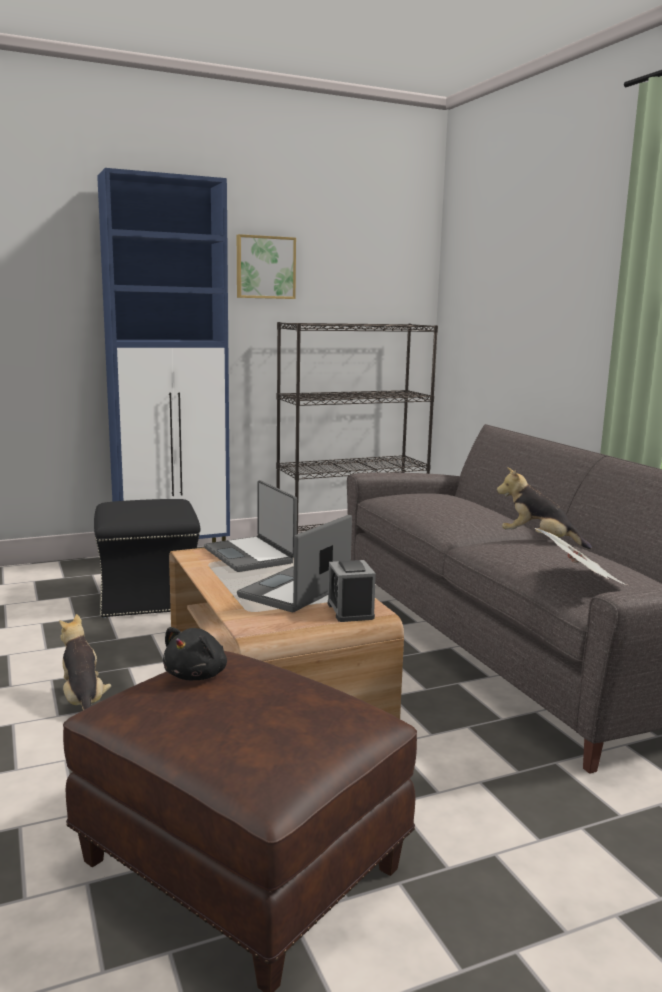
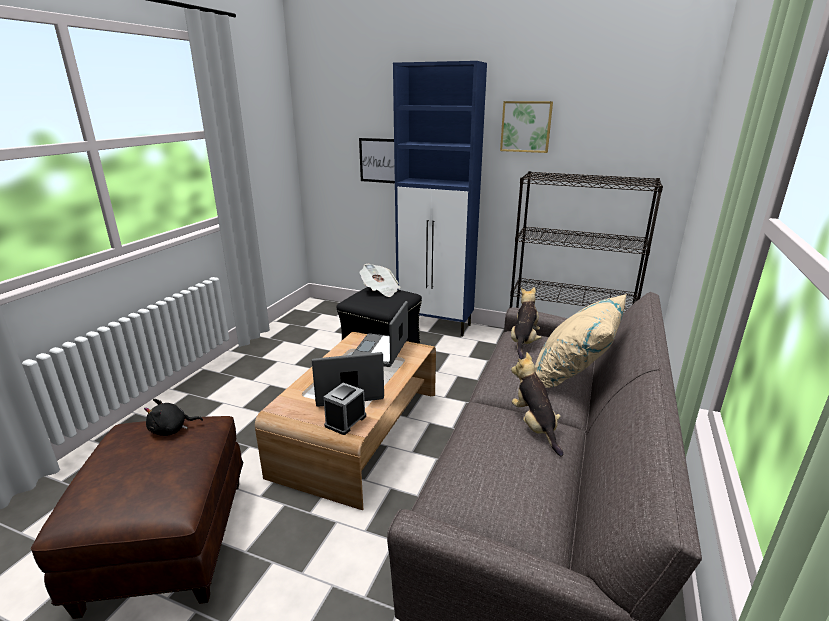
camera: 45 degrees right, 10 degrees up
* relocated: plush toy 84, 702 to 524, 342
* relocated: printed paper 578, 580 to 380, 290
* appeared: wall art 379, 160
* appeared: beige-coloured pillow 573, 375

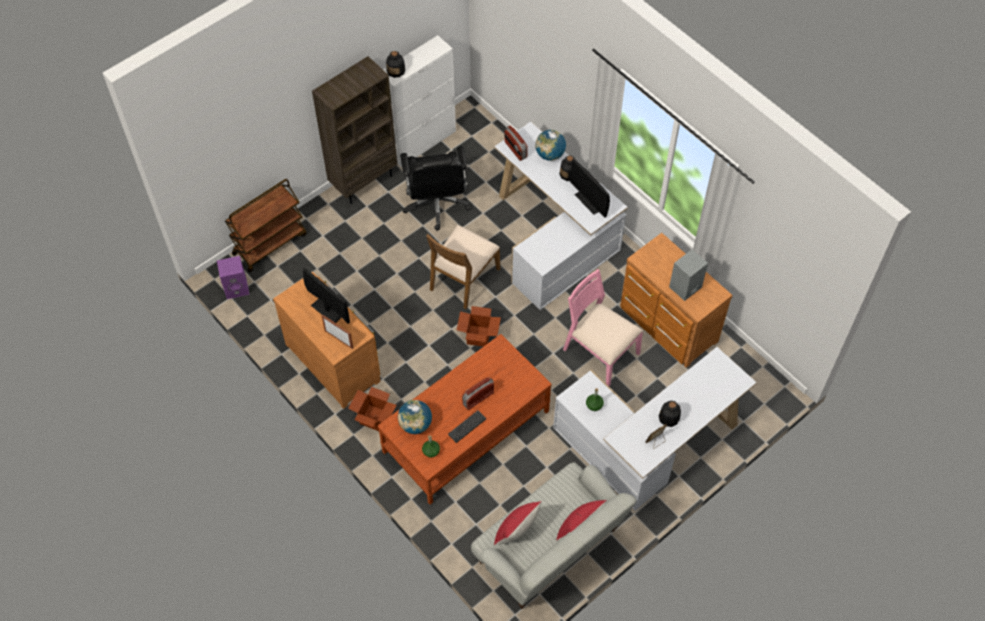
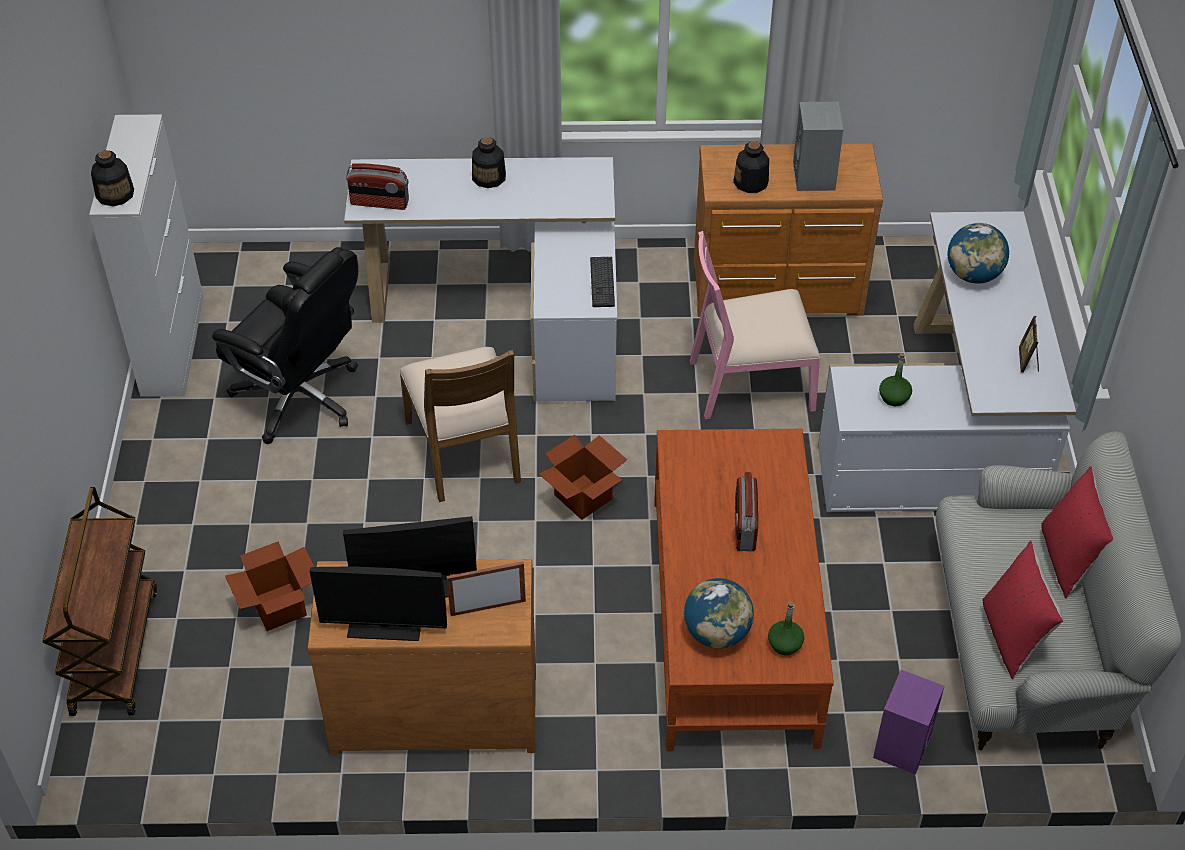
camera: 50 degrees left, 10 degrees down
* relocated: purple-coloured audio speaker 237, 288 to 901, 744
* missing: brown bookcase 364, 181
* relocated: carton 374, 418 to 278, 607
* relocated: computer keyboard 467, 426 to 602, 282
* relocated: globe 550, 154 to 973, 275
* relocated: computer display 589, 201 to 385, 626
* relocated: beverage bottle 669, 418 to 751, 182

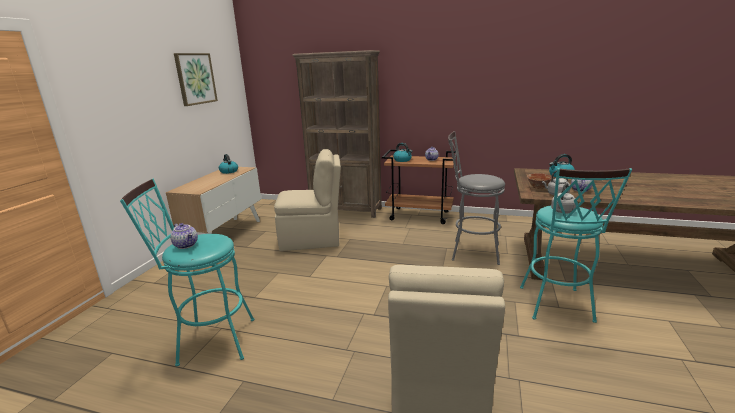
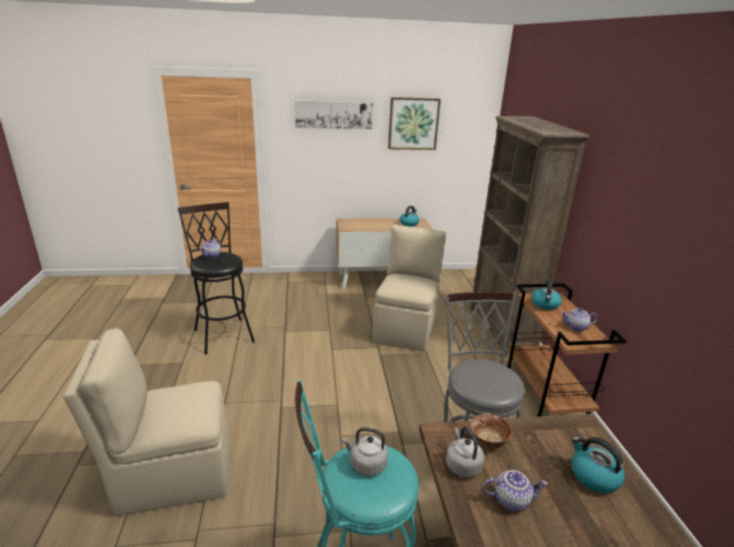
camera: 65 degrees right, 5 degrees up
* colour: turquoise stool seat 210, 341 to black stool seat 223, 333
* spun: beige-coloured upright chair 312, 239 = 406, 328 135 degrees counterclockwise
* appeared: wall art 334, 114

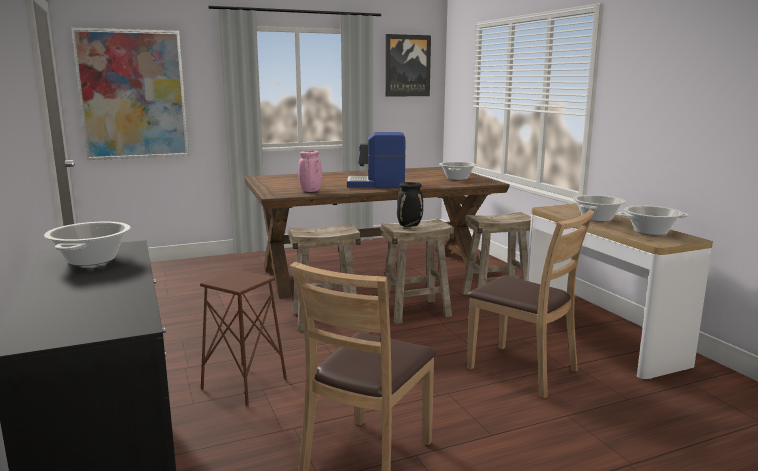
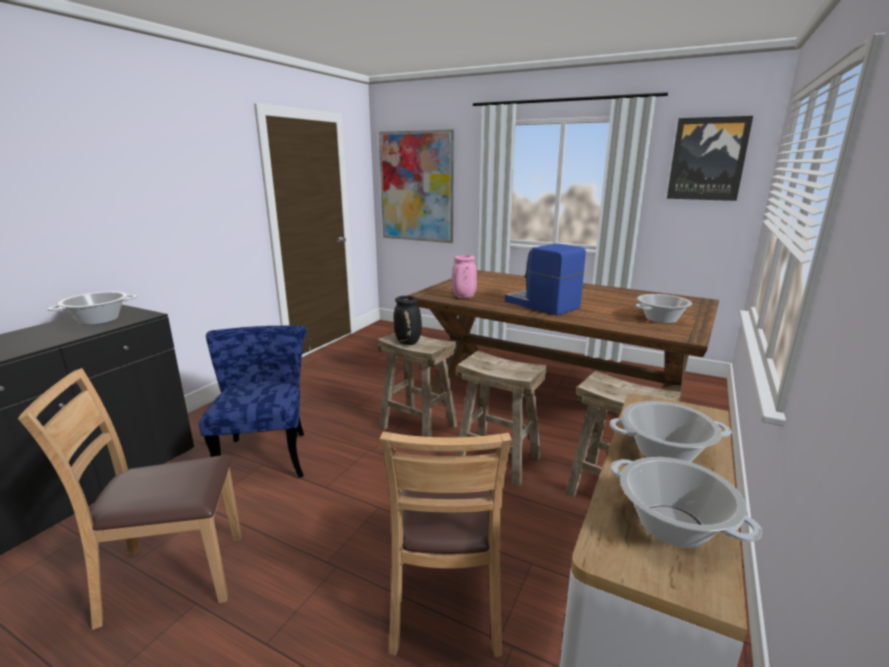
camera: 50 degrees right, 5 degrees up
* exchanged: brown stool seat 244, 384 to blue-coloured upright chair 266, 452
* relocated: black flower vase 410, 225 to 408, 342

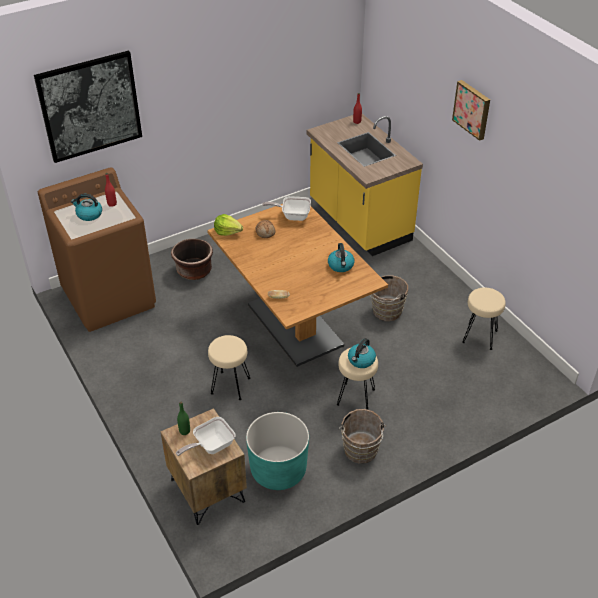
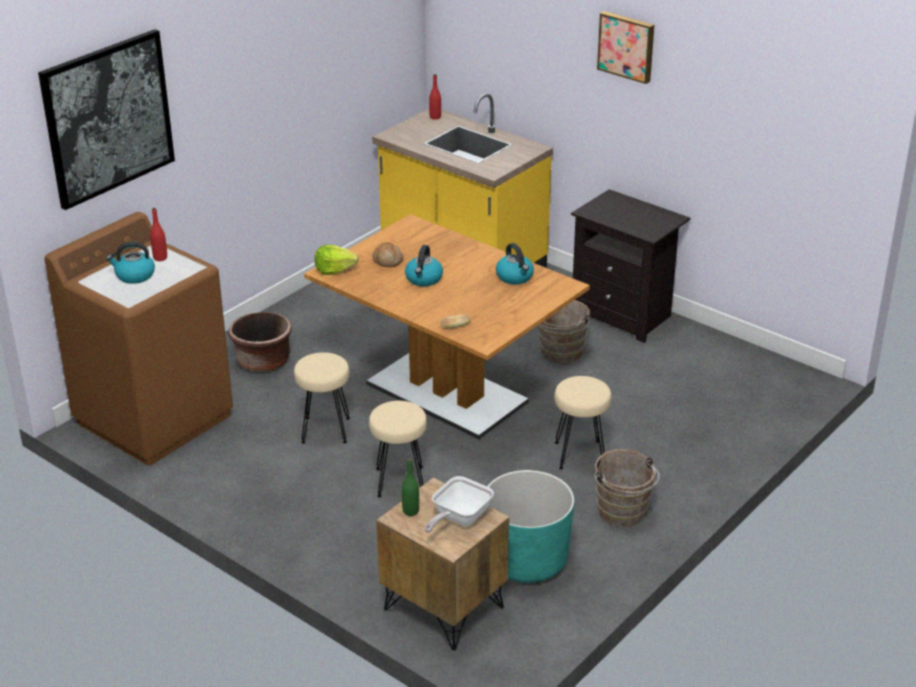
camera: 20 degrees left, 10 degrees down
* missing: frying pan 292, 216
* relocated: tea kettle 361, 360 to 424, 279
* relocated: beige-coloured stool seat 479, 336 to 325, 430
* appeared: black night table 624, 315

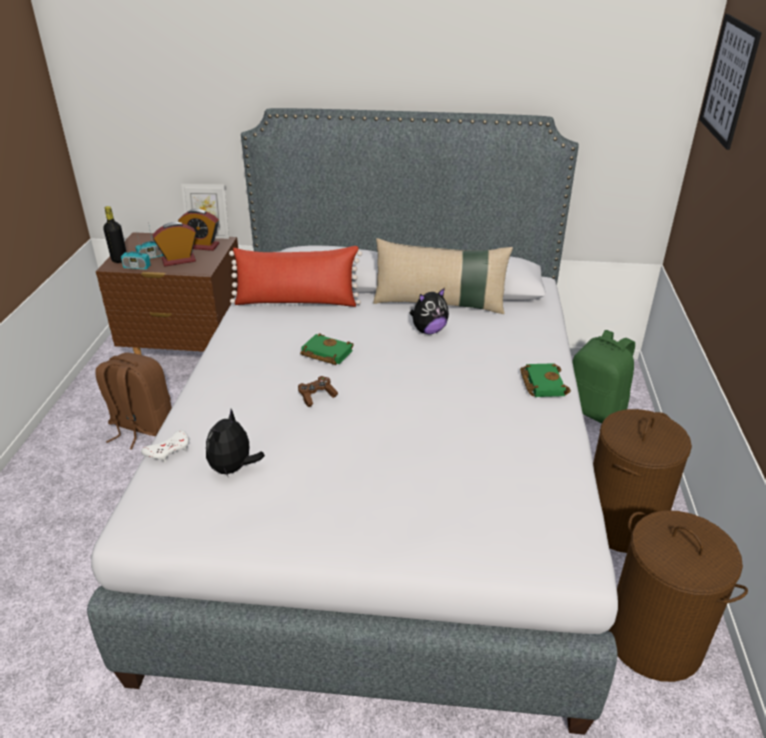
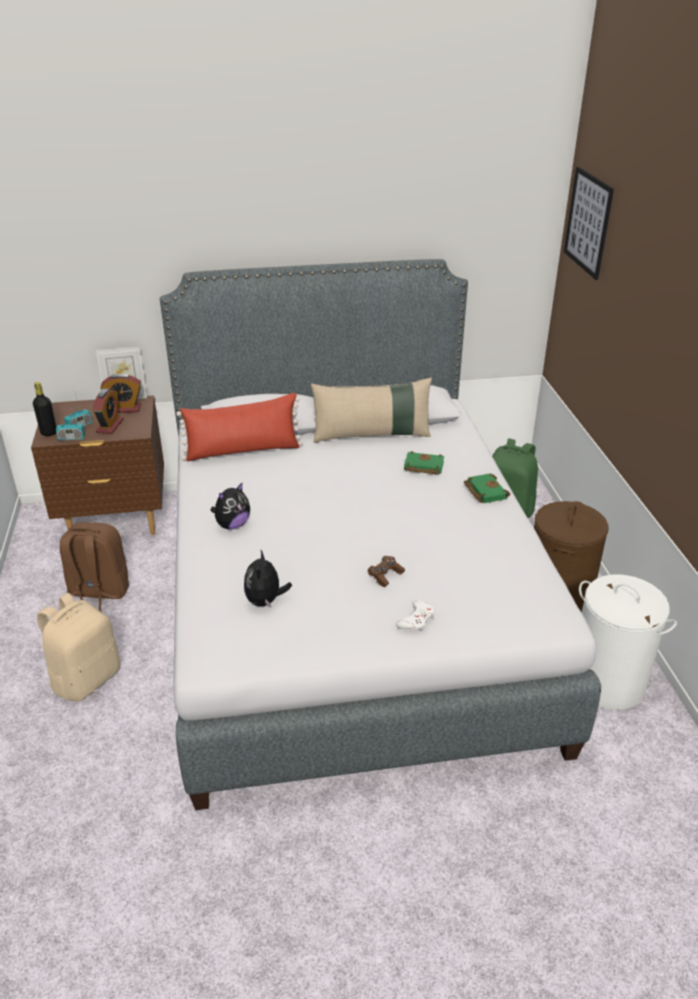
camera: 15 degrees left, 0 degrees up
* relocated: white-coloured joypad 168, 450 to 416, 619
* spun: bedside clock 179, 260 = 110, 426 135 degrees clockwise
* relocated: brown joypad 317, 396 to 385, 576
* relocated: greenish volume 325, 353 to 422, 467
* relocated: plush toy 428, 331 to 232, 525
* colour: brown hamper 654, 641 to white-coloured hamper 607, 682
* appeared: beige-coloured rucksack 86, 678

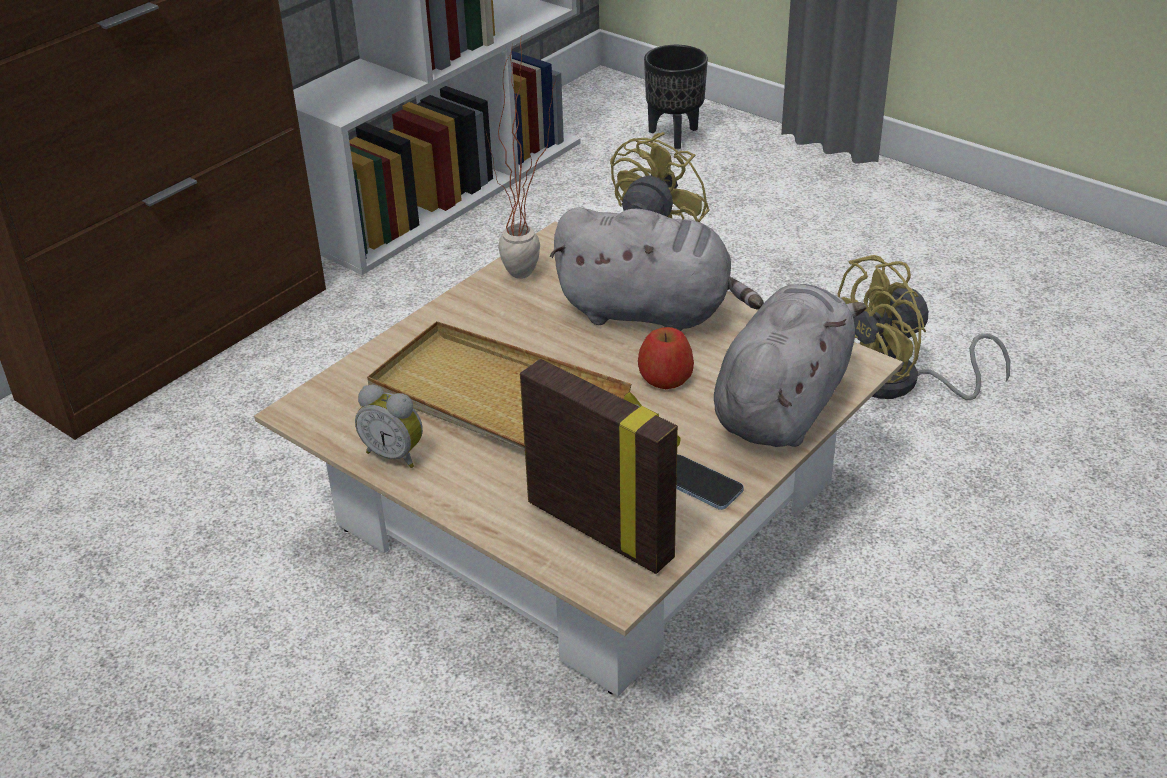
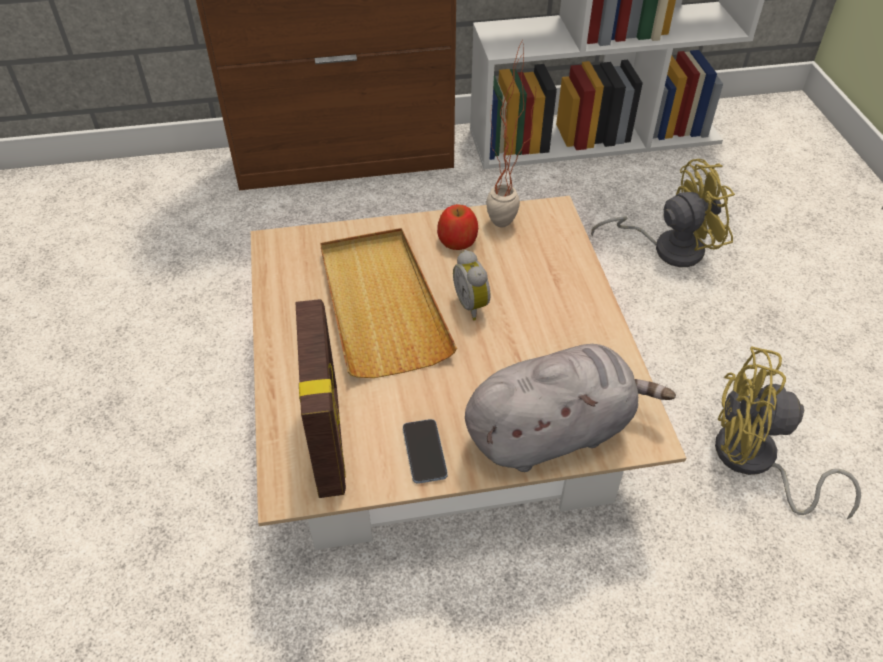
camera: 40 degrees right, 10 degrees up
* relocated: bedside clock 395, 454 to 473, 305
* missing: gray plush toy 651, 312
* relocated: apple 666, 377 to 457, 240
* missing: black plant pot 675, 135

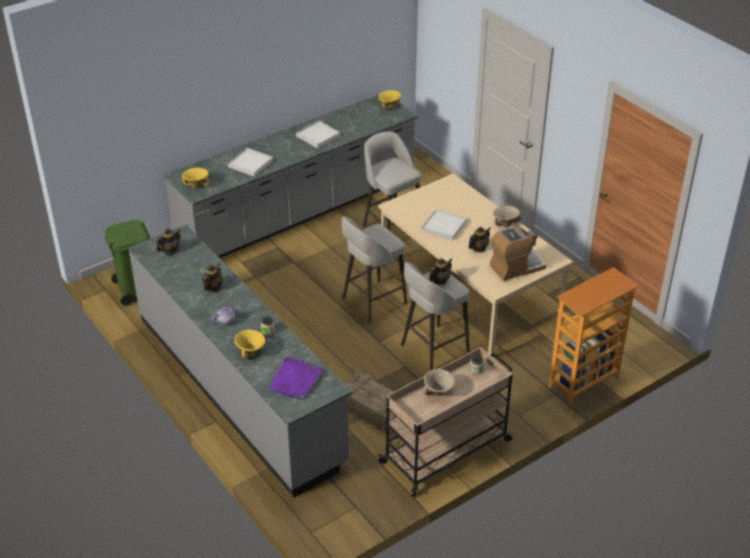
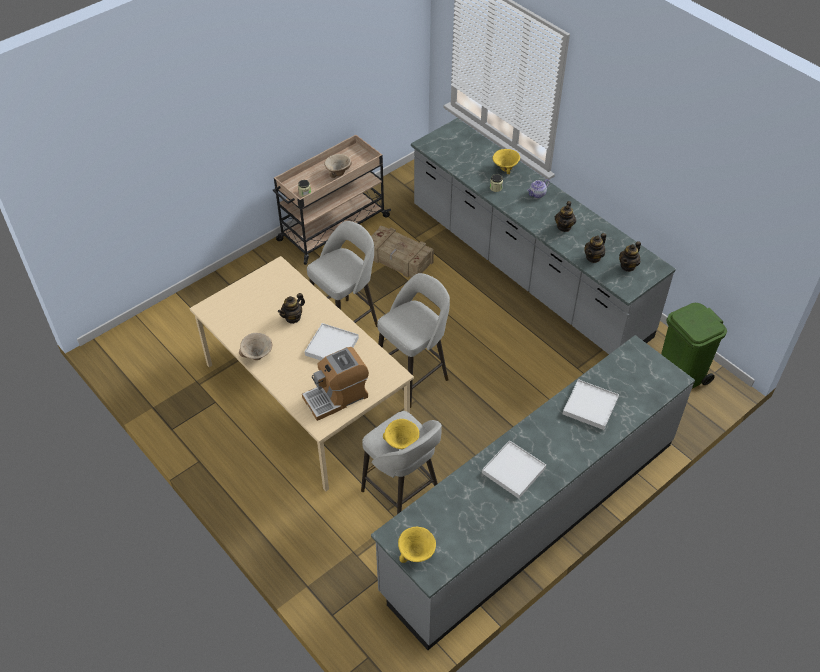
camera: 175 degrees right, 10 degrees up
* relocated: yellow bowl 196, 185 to 401, 444
* missing: purple-coloured serving tray 295, 380
* relocated: pot for tea 440, 280 to 593, 257
* relocated: coffee machine 516, 267 to 336, 397
* missing: bookcase 583, 383

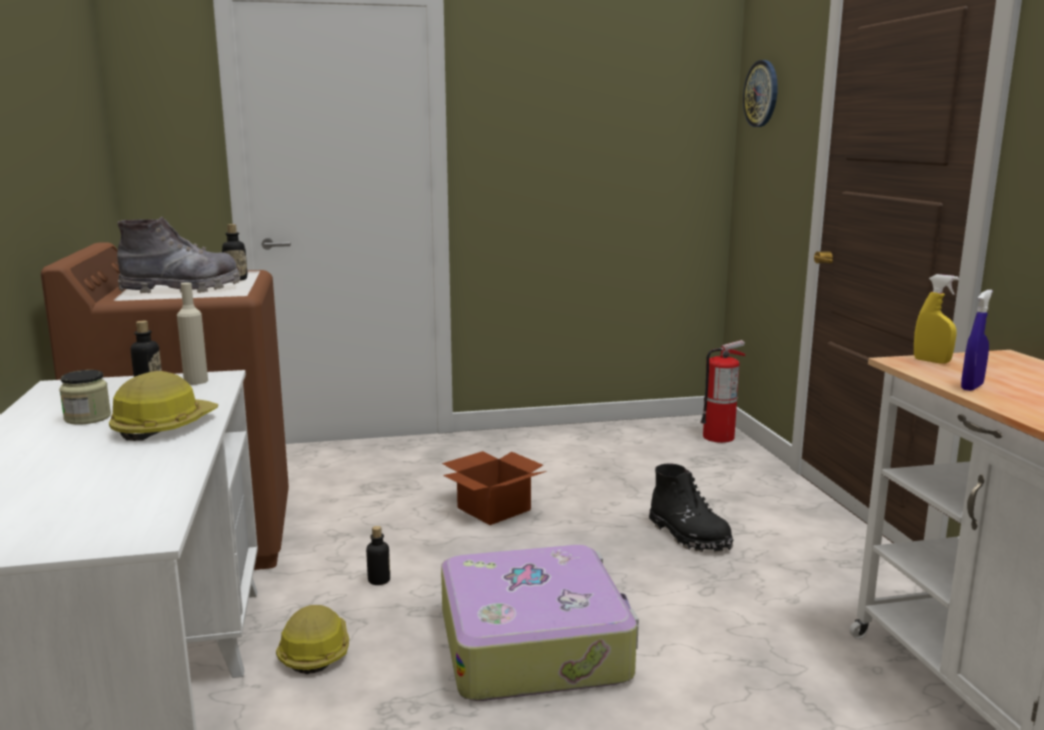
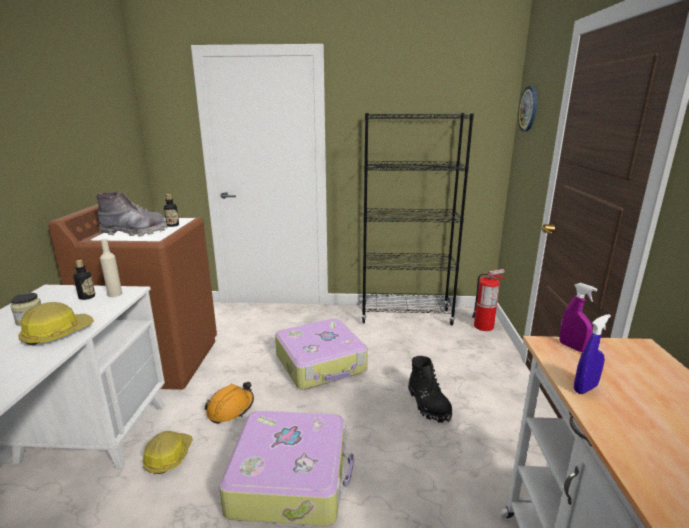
camera: 15 degrees right, 5 degrees up
* exchanged: beverage bottle 379, 580 to orange-coloured hard hat 230, 408
* exchanged: carton 493, 508 to travel case 321, 363
* colour: yellow sprayer 931, 361 to purple-coloured sprayer 572, 347
* appeared: black bookcase 406, 316

